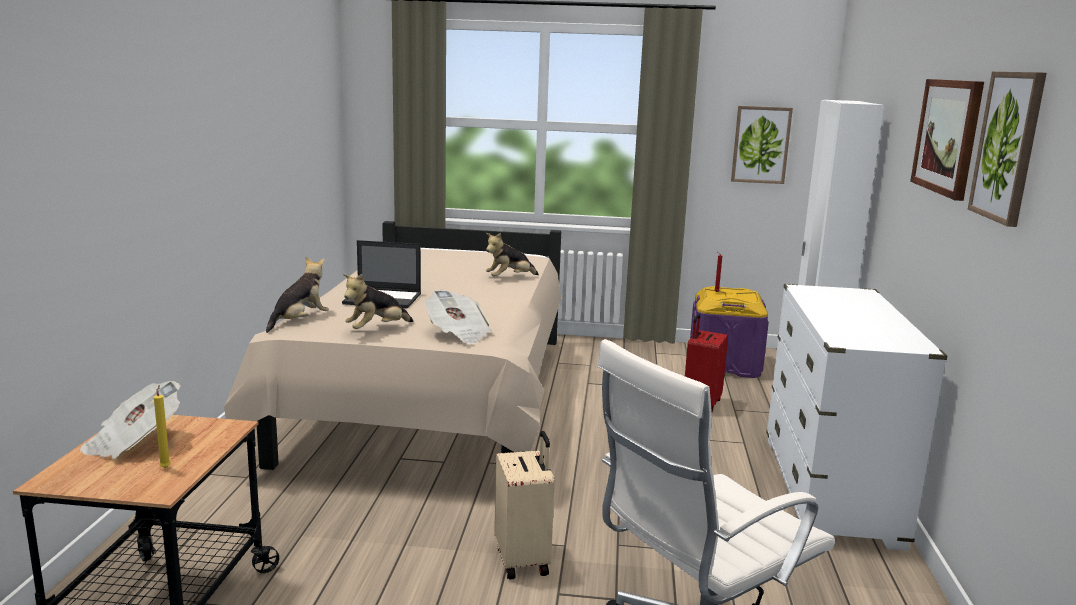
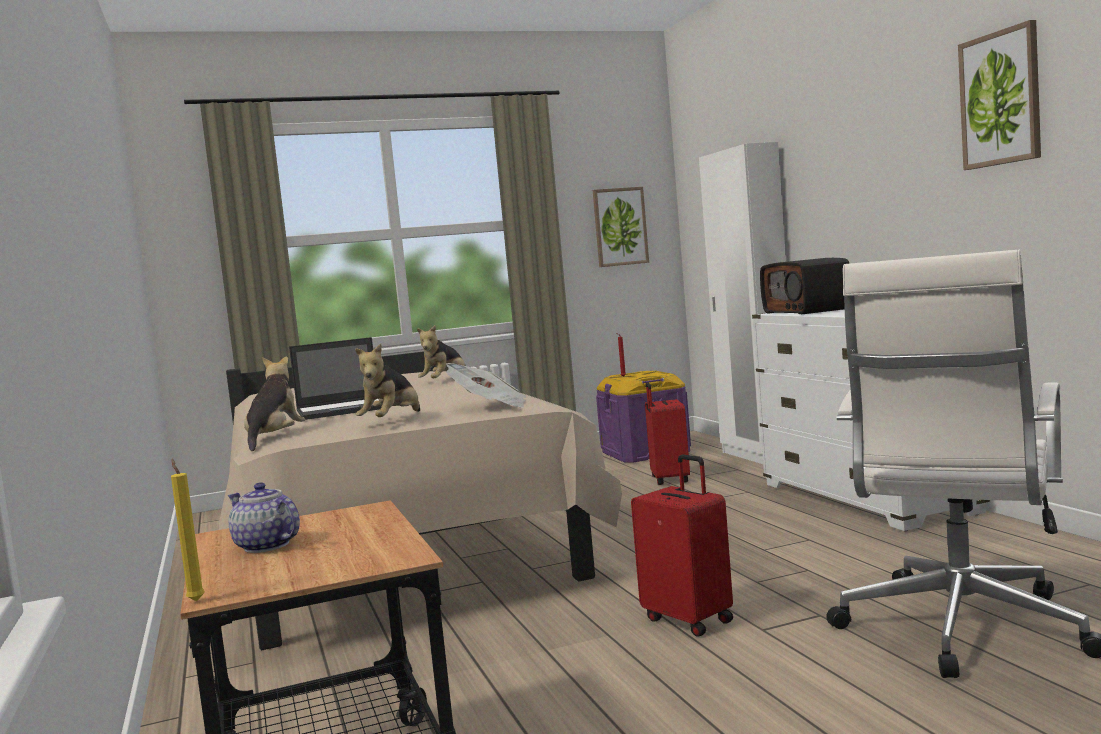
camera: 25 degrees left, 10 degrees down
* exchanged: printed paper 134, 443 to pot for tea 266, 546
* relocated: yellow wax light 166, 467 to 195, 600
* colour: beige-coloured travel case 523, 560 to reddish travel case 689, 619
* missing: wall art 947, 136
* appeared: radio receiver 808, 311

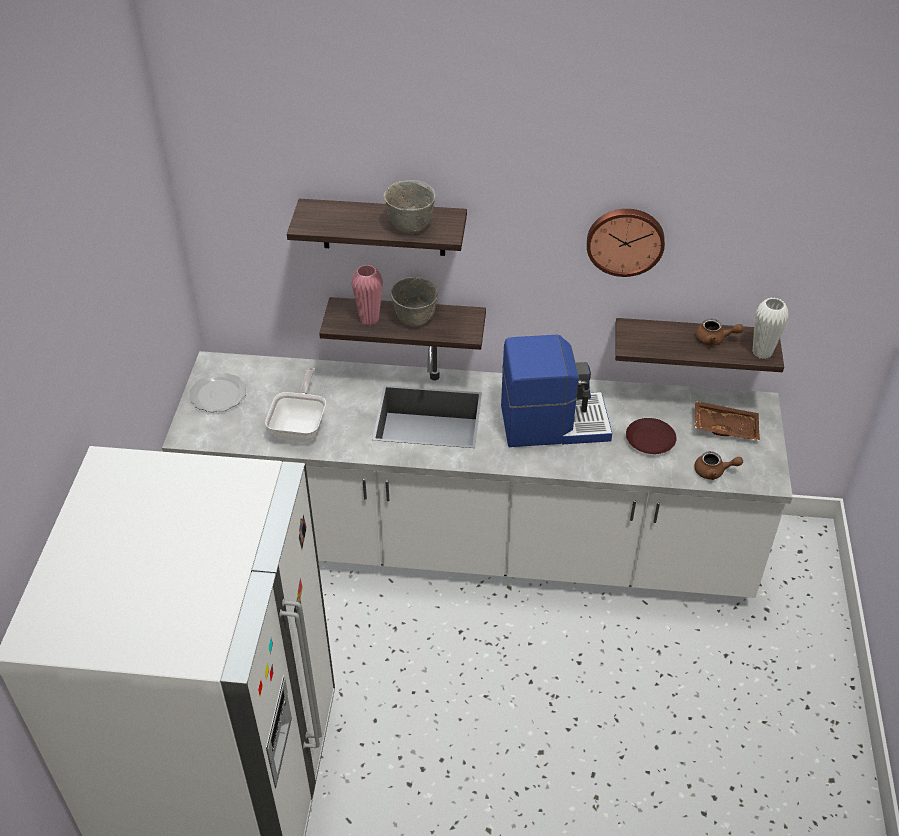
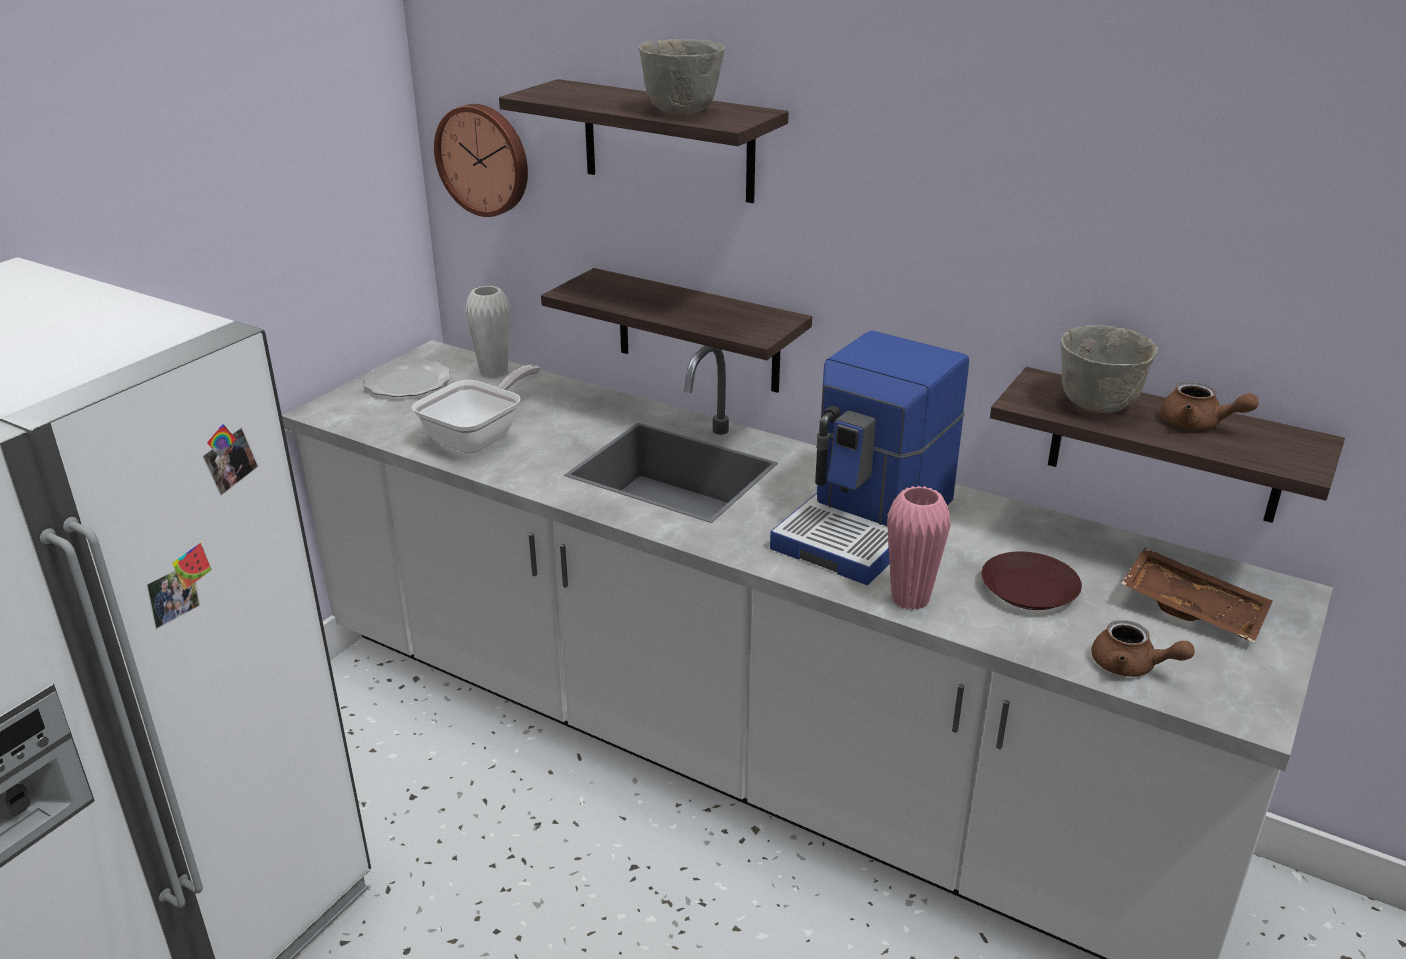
camera: 25 degrees right, 15 degrees down
* relocated: pink flower vase 369, 319 to 910, 599
* relocated: gray bowl 416, 319 to 1098, 405
* spun: coffee machine 553, 422 = 868, 524 105 degrees clockwise
* relocated: wall clock 625, 240 to 484, 159
* relocated: white-coloured flower vase 762, 352 to 494, 373

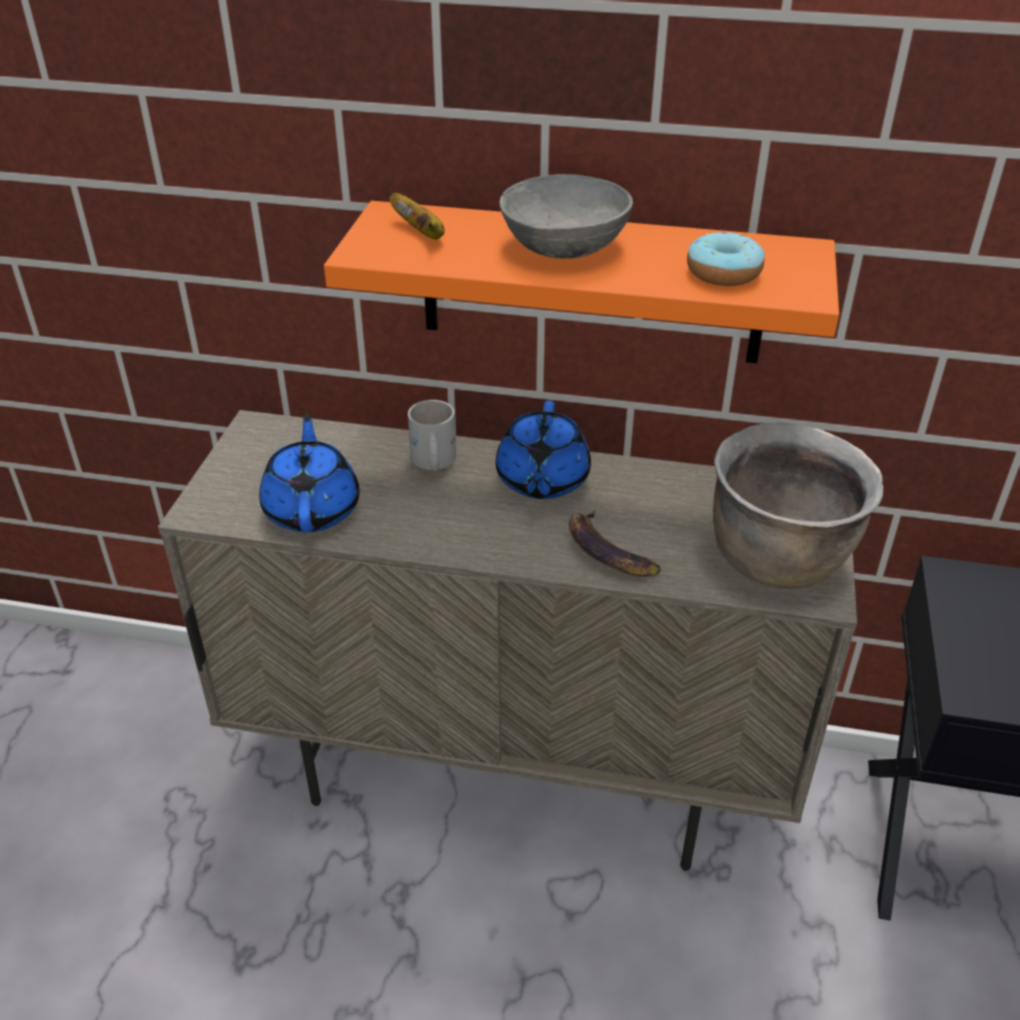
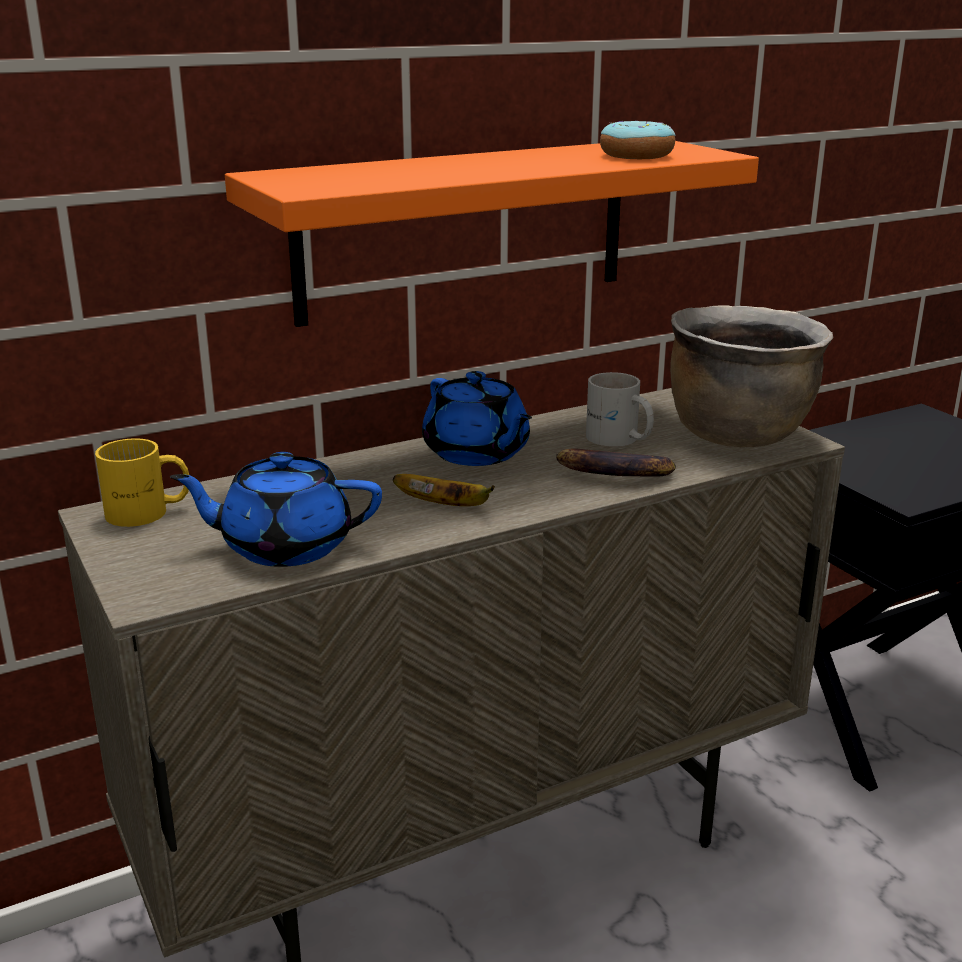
camera: 40 degrees left, 15 degrees down
* spun: blue-coloured pot for tea 313, 508 = 284, 546 45 degrees counterclockwise
* relocated: banana fruit 421, 233 to 446, 506
* relocated: white-coloured mug 432, 462 to 618, 440
* missing: gray bowl 566, 245
* appeared: yellow mug 148, 512

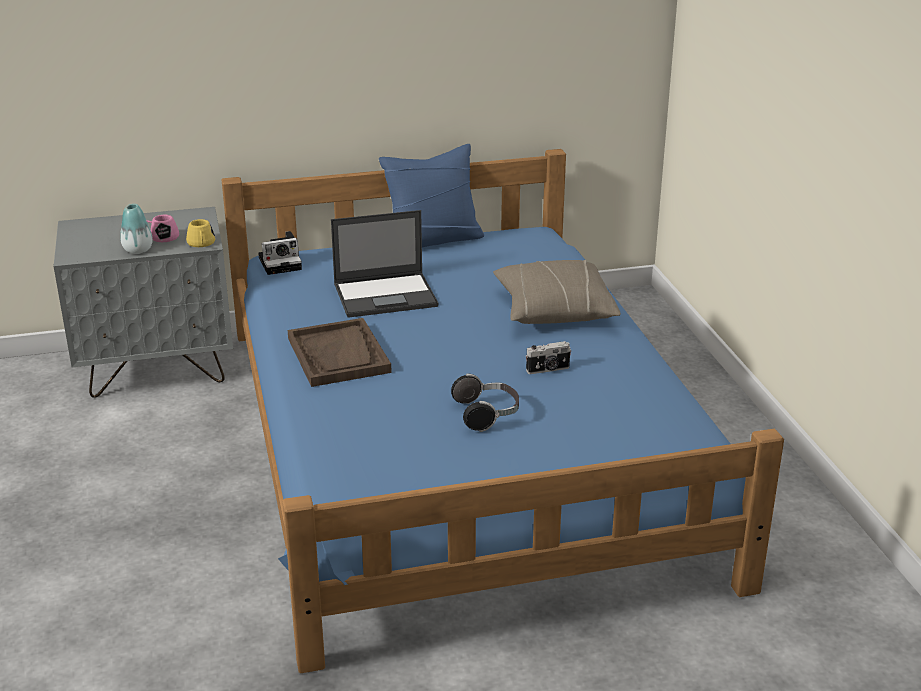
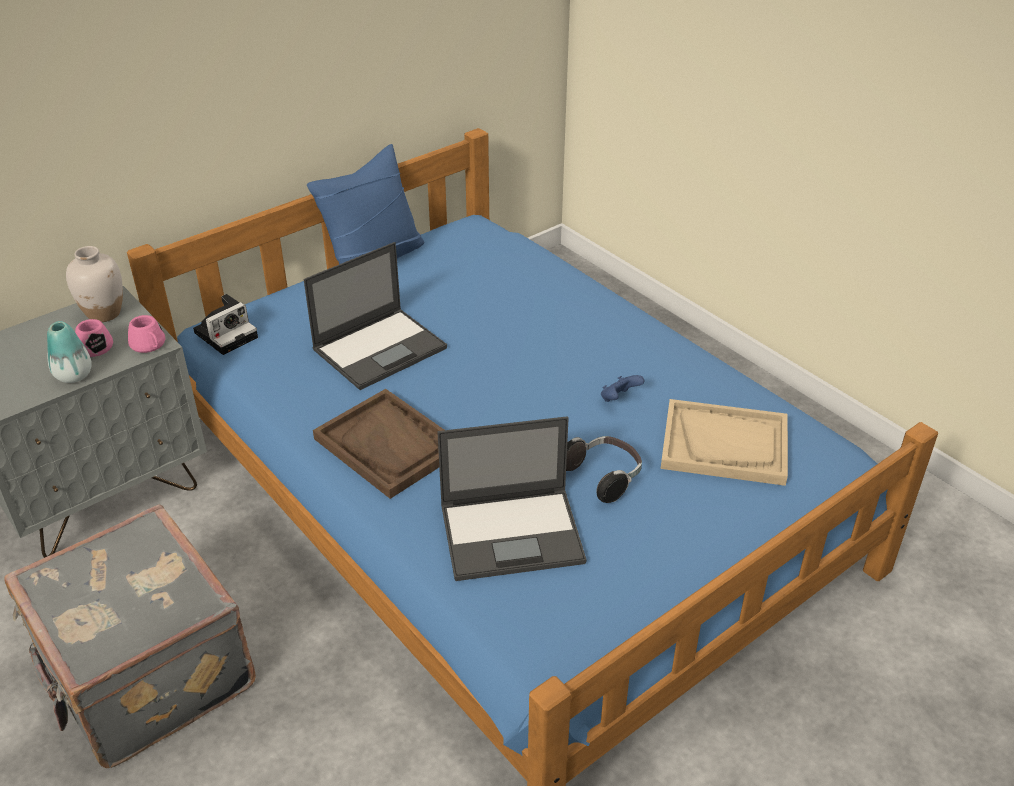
camera: 25 degrees left, 10 degrees up
* colour: yellow mug 201, 244 to pink mug 150, 346
* missing: beige-coloured pillow 554, 310
* exchanged: photo camera 548, 370 to blue-coloured joypad 619, 399
* appeared: gray travel case 144, 674
* appeared: white-coloured flower vase 104, 313
* appeared: notebook computer 513, 533
* appeared: beige-coloured serving tray 725, 445

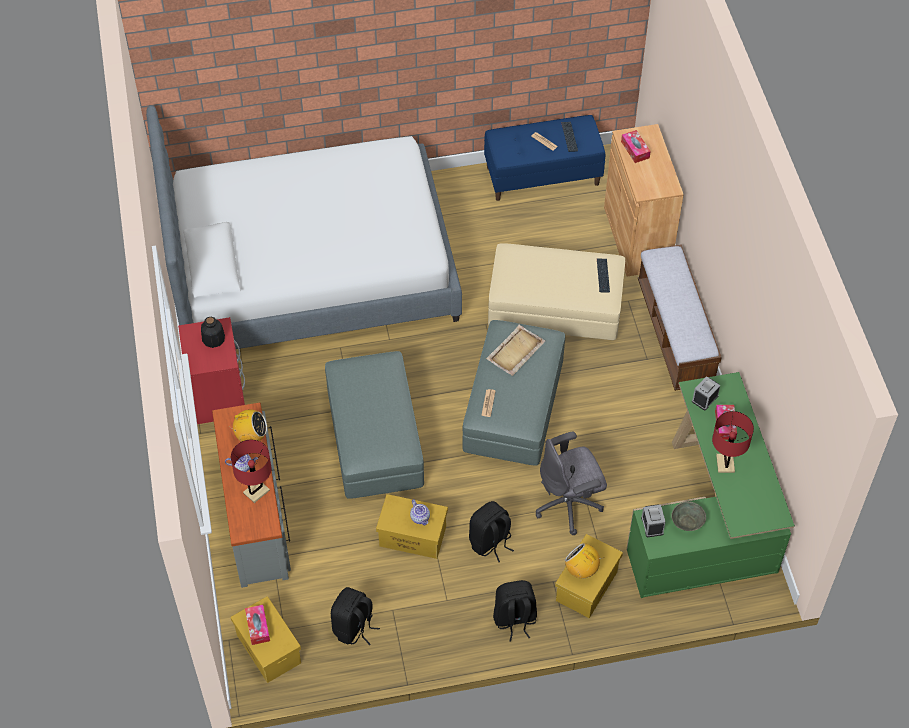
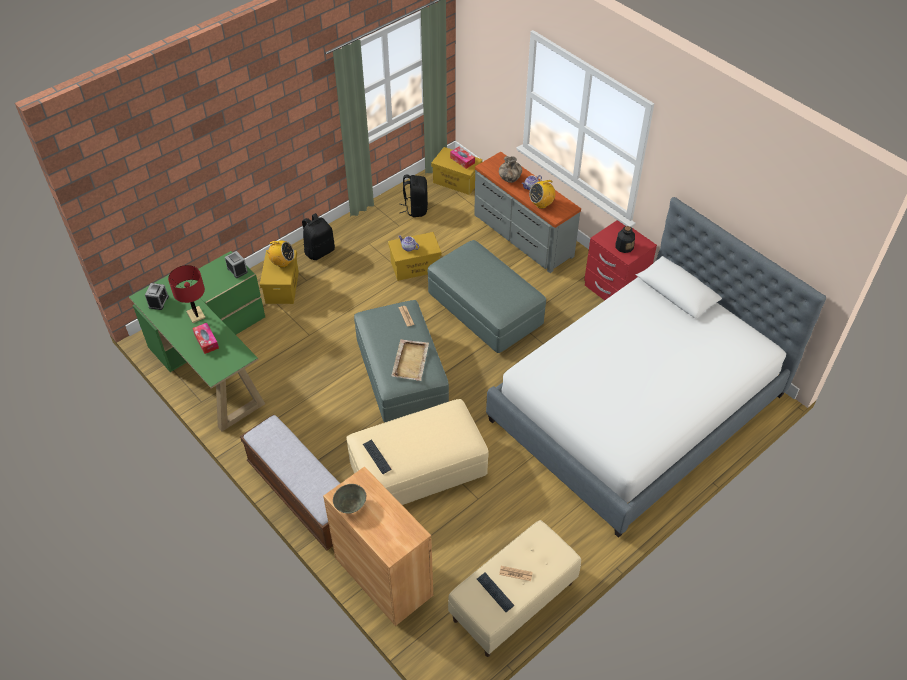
camera: 150 degrees right, 5 degrees down
* exchanged: reddish tabletop lamp 256, 491 to flower vase 510, 179
* missing: black rucksack 490, 542
* colour: blue-coloured bench 543, 175 to beige-coloured bench 513, 602
* missing: gray office chair 569, 504
* missing: tissue holder 635, 150
* relocated: gray bowl 687, 523 to 350, 504
* relocated: bedside clock 705, 398 to 158, 301

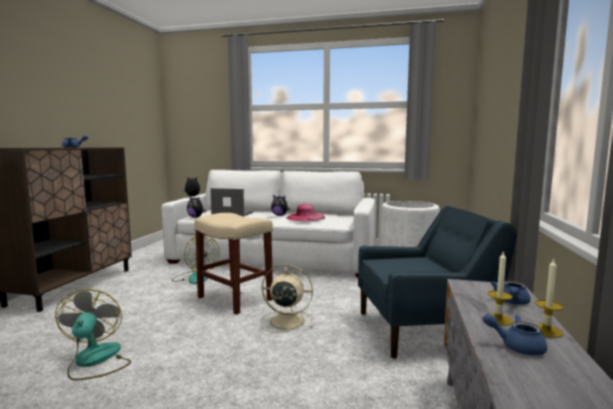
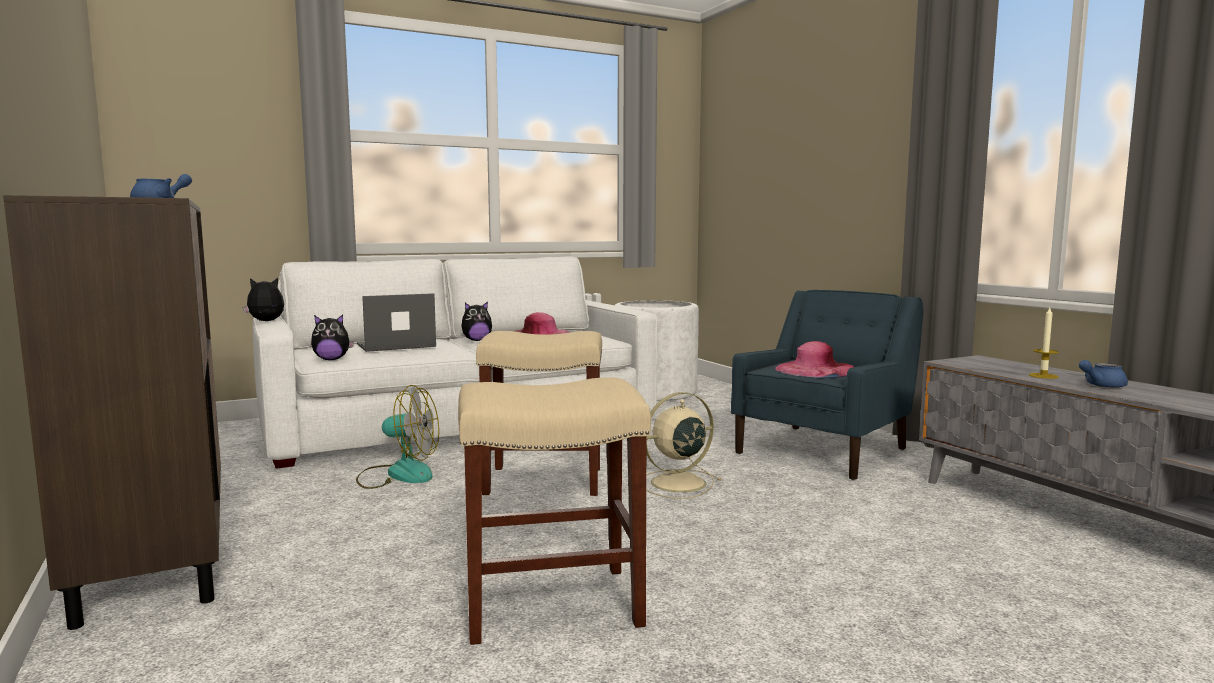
camera: 40 degrees left, 0 degrees up
* exchanged: electric fan 95, 361 to beige-coloured stool seat 549, 604
* missing: blue-coloured pot for tea 511, 302
* missing: wax light 546, 330
* appeared: pink wearable hat 815, 370

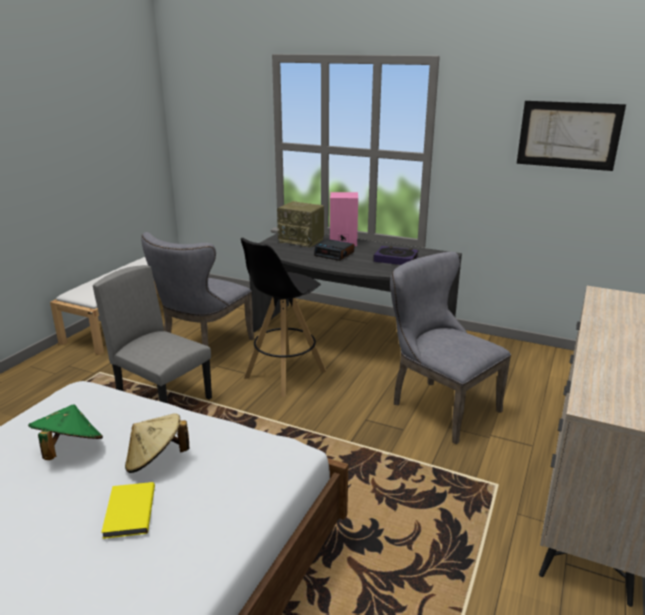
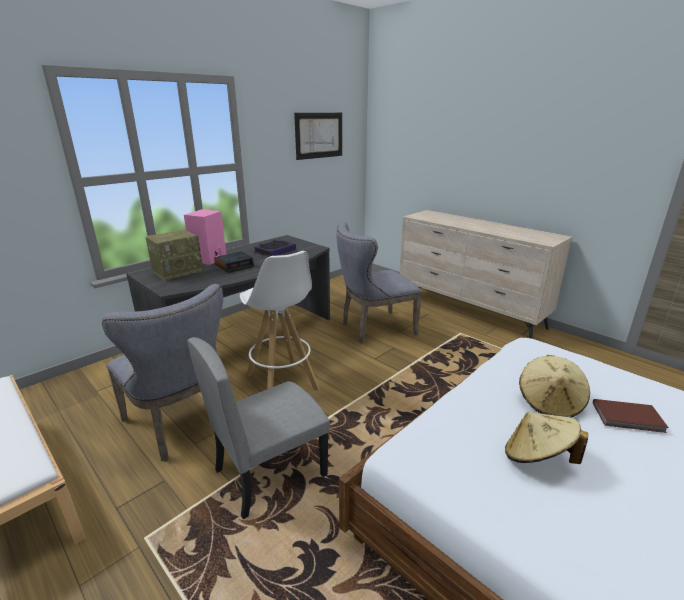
camera: 70 degrees left, 0 degrees up
* colour: greenish wearable hat 69, 449 to beige-coloured wearable hat 537, 457
* colour: yellow volume 128, 512 to brown volume 629, 418
* colour: black stool seat 284, 374 to white-coloured stool seat 282, 382

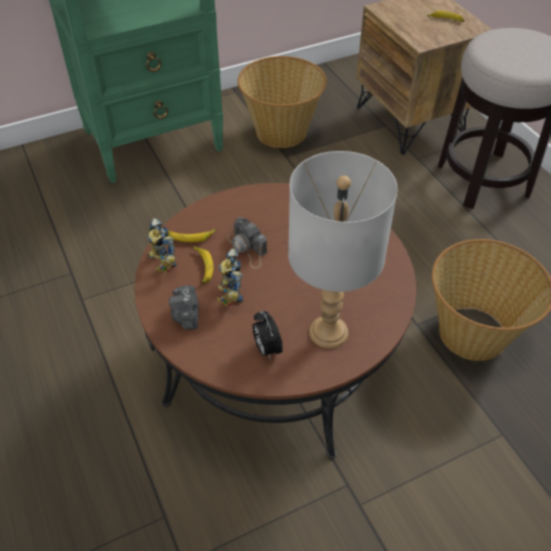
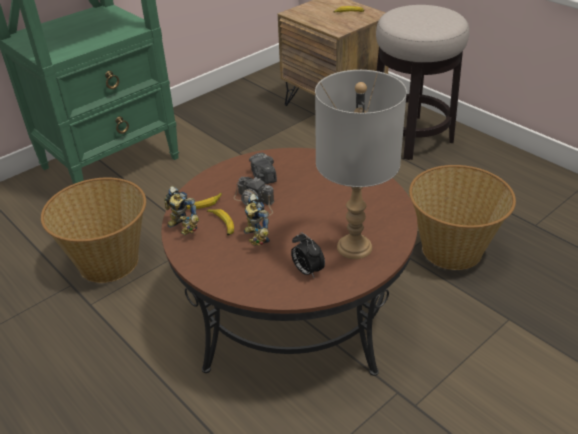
camera: 15 degrees left, 10 degrees down
* relocated: photo camera 187, 316 to 263, 177
* relocated: household basket 281, 131 to 109, 261

